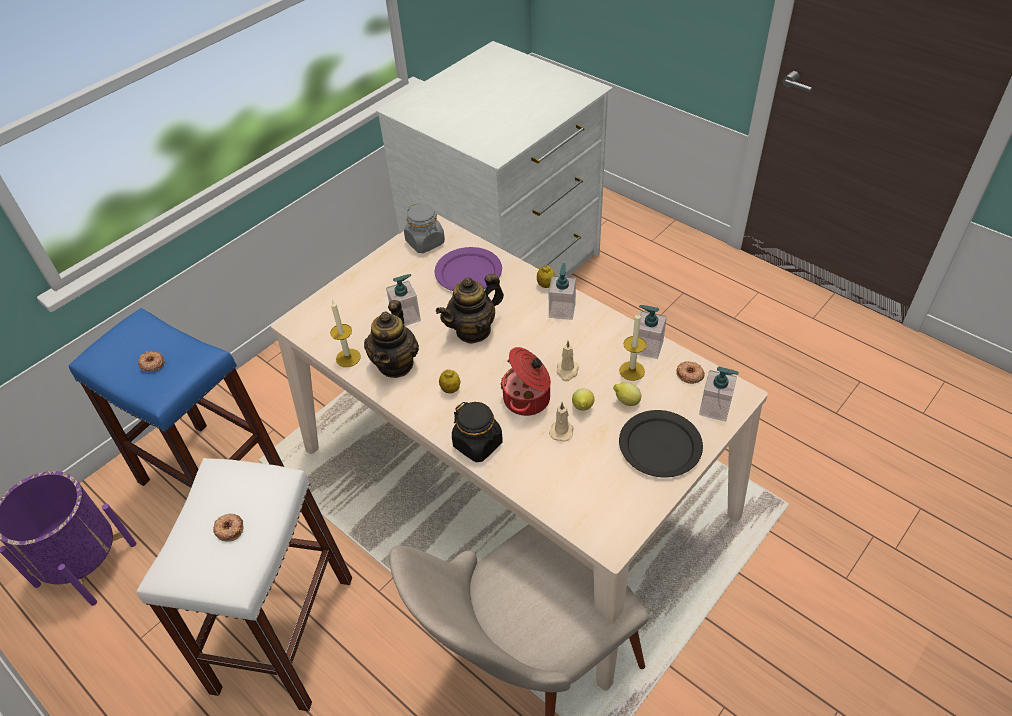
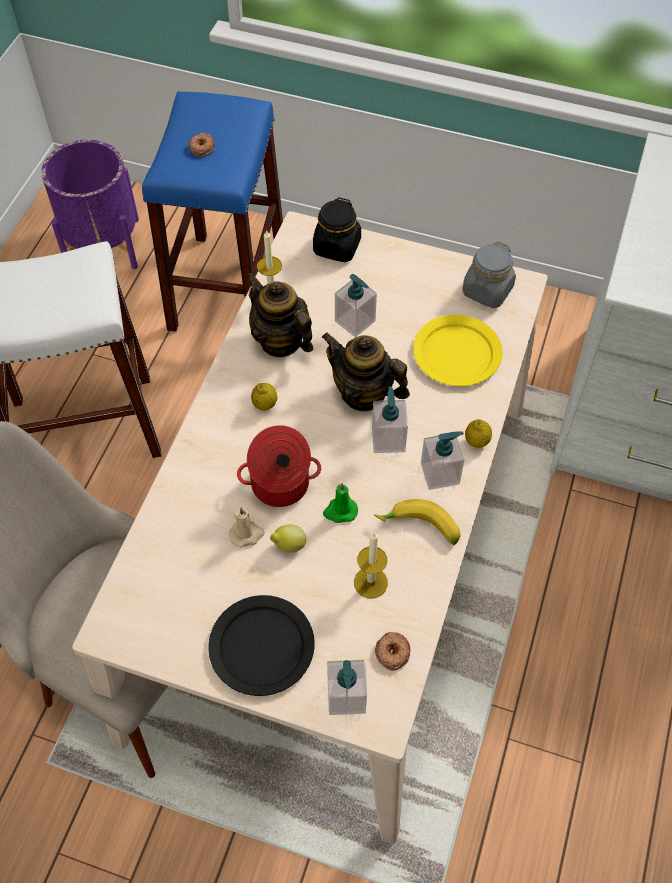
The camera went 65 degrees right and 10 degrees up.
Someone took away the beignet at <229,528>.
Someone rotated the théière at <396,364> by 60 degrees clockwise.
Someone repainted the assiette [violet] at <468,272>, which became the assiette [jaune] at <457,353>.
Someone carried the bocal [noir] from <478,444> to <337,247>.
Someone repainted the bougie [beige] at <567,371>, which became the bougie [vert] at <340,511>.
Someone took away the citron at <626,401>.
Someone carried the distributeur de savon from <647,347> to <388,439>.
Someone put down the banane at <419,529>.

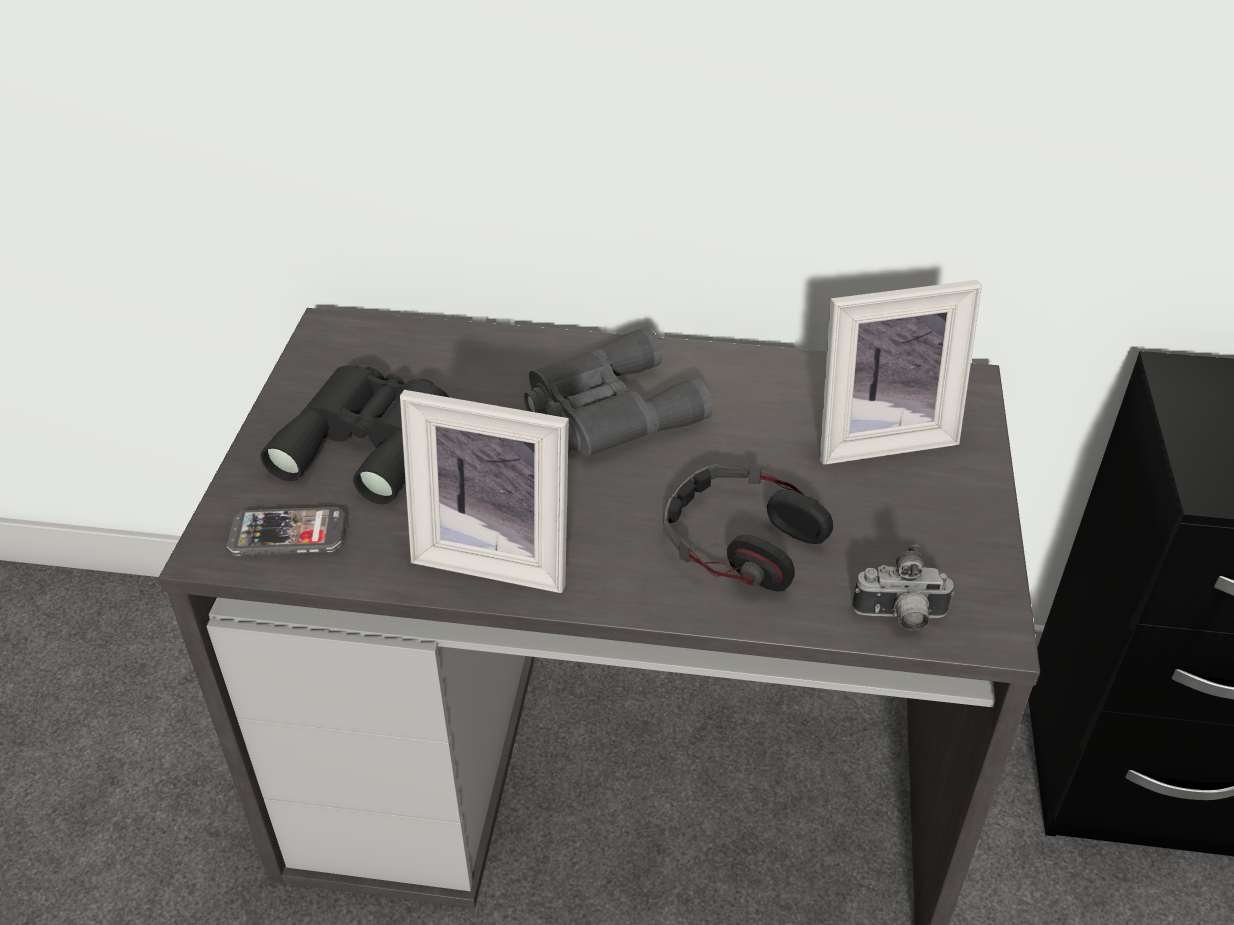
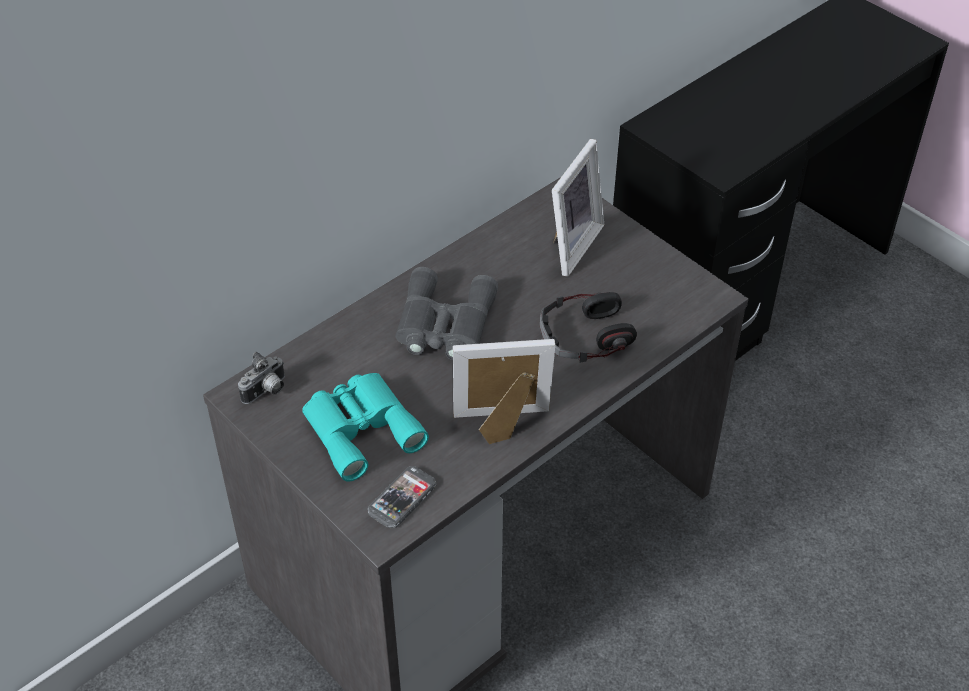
The camera went 50 degrees left and 5 degrees up.
Someone repainted the jumelles [noir] at <370,439>, which became the jumelles [turquoise] at <361,428>.
Someone rotated the cadre photo at <497,554> by 150 degrees counterclockwise.
Someone carried the appareil photo from <900,618> to <267,392>.

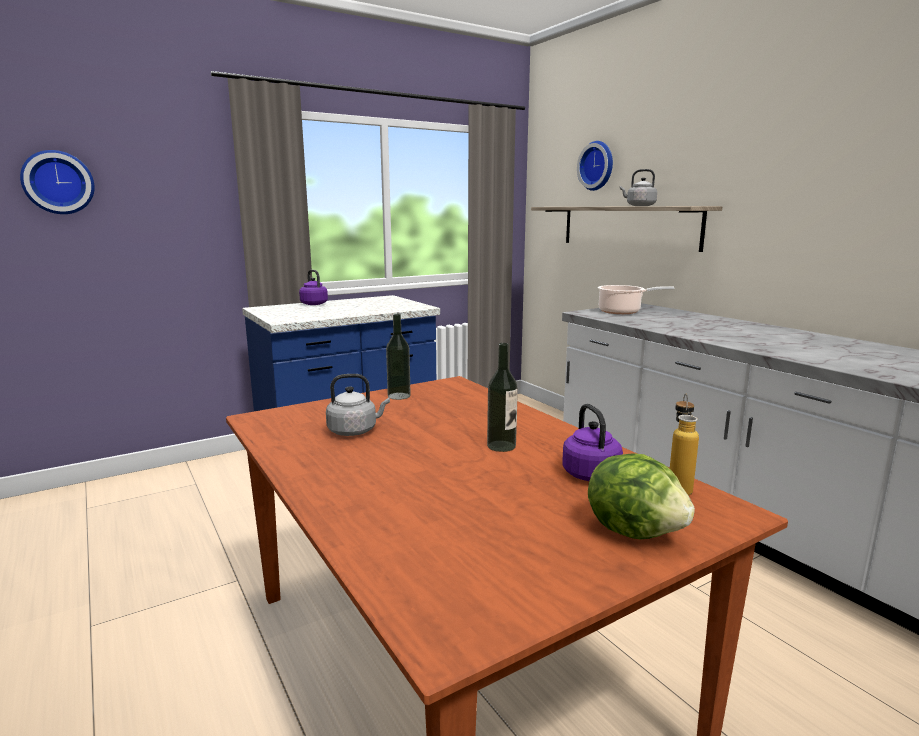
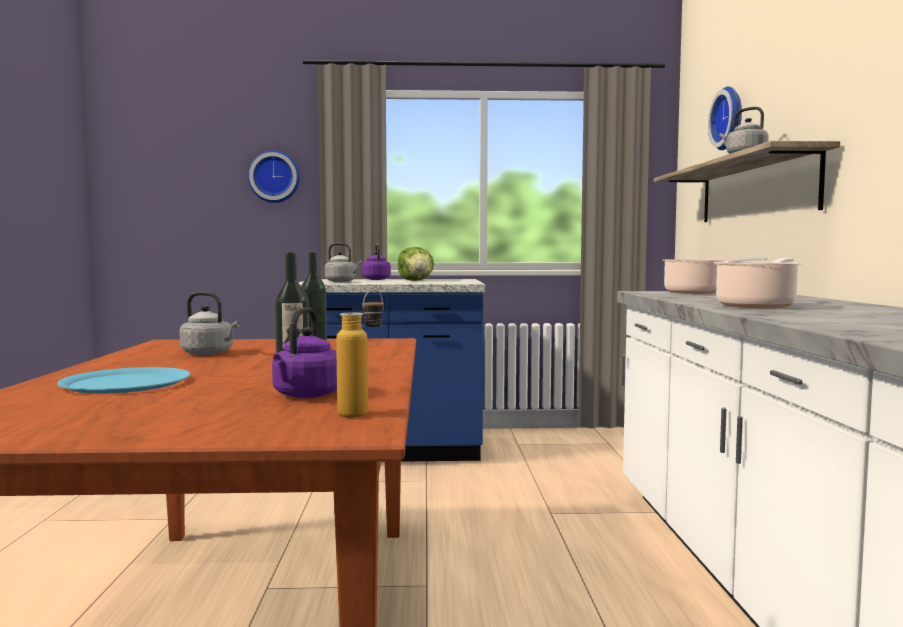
The camera went 30 degrees right and 10 degrees down.
Someone carried the horloge murale from <58,182> to <275,177>.
Someone carried the laitue from <635,530> to <416,281>.
Someone put down the assiette [bleu] at <126,383>.
Someone put down the bouilloire [gris] at <342,281>.
Someone put down the marmite at <757,306>.

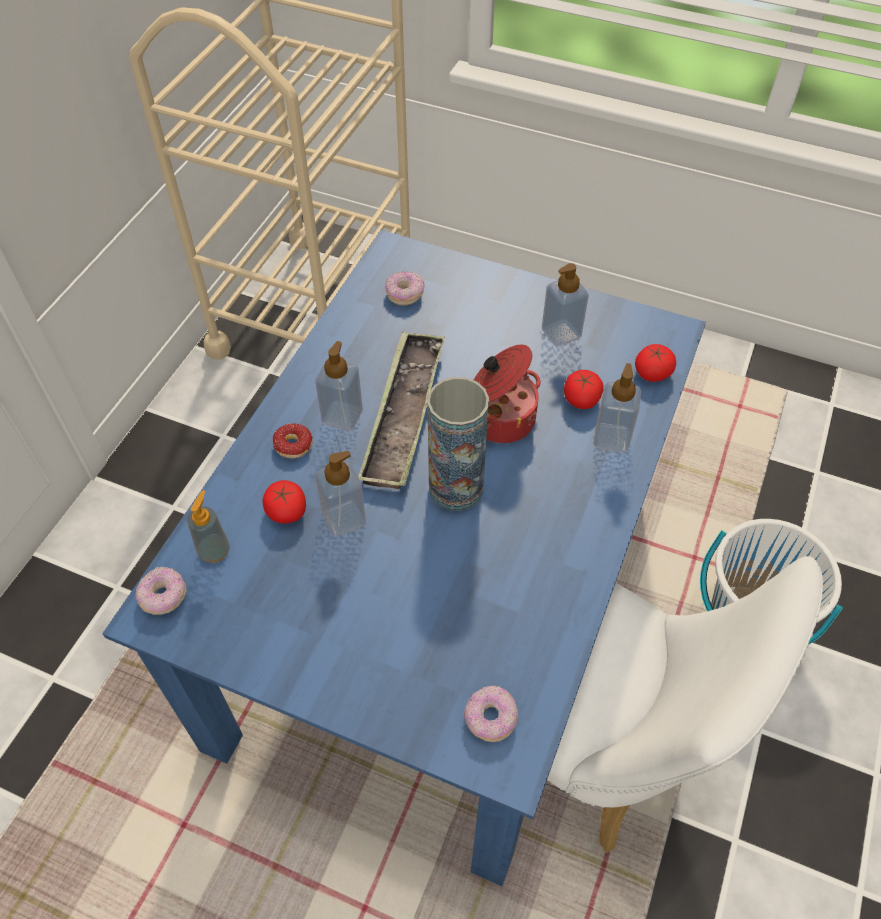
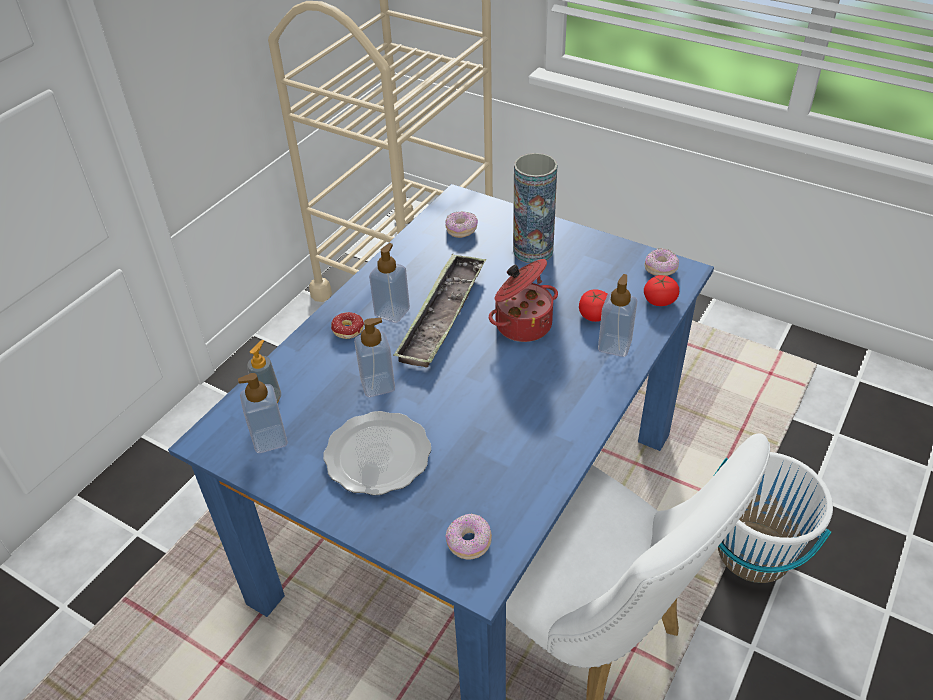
The camera went 10 degrees right and 10 degrees down.
Someone carried the beignet from <164,596> to <660,269>.
Someone took away the tomate at <286,511>.
Someone carried the vase from <456,487> to <533,251>.
Someone carried the distributeur de savon from <561,333> to <270,439>.
Someone put down the assiette at <379,455>.

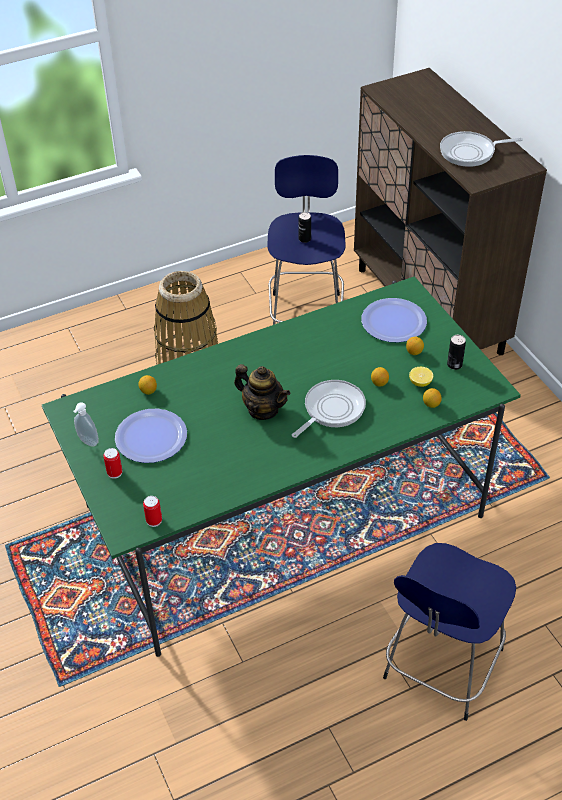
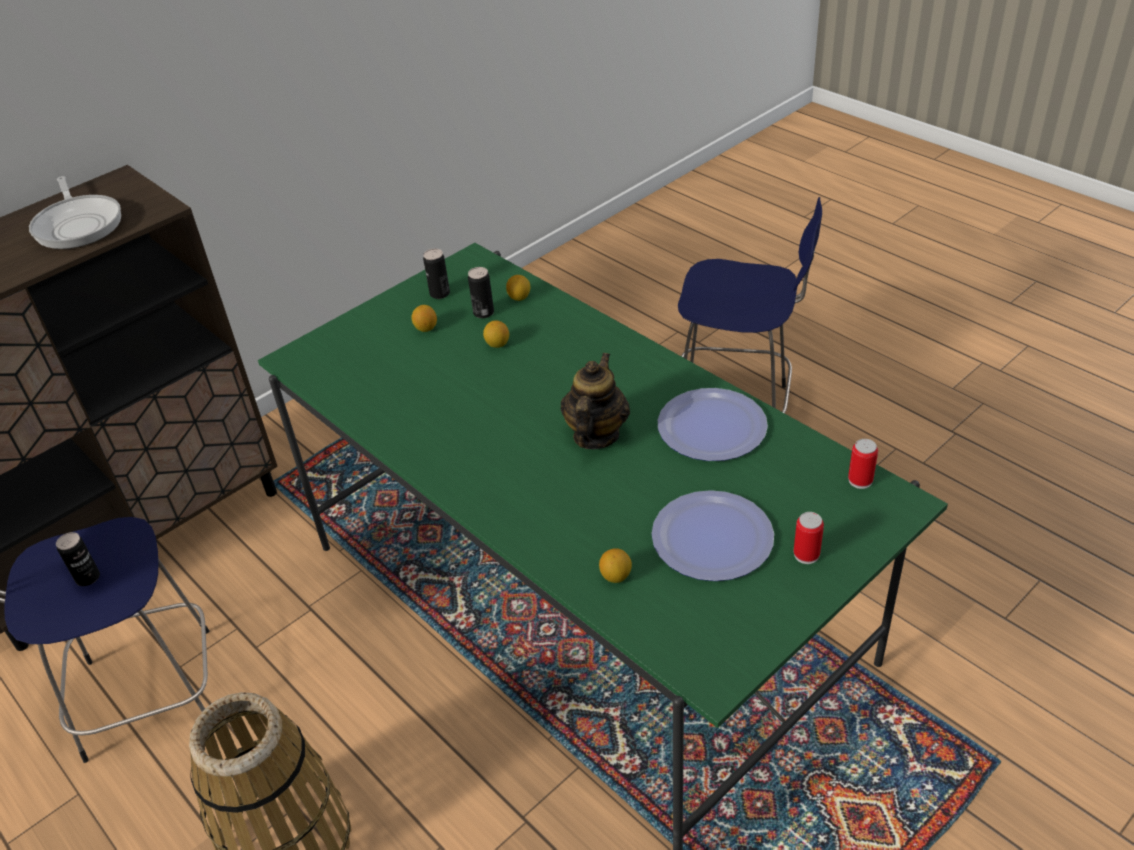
The camera went 105 degrees left and 5 degrees down.
Someone took away the distributeur de savon at <87,442>.
Someone took away the poêle at <331,409>.
Someone carried the assiette from <393,322> to <712,427>.
Someone swapped the citron at <420,383> for the boîte métallique at <483,313>.

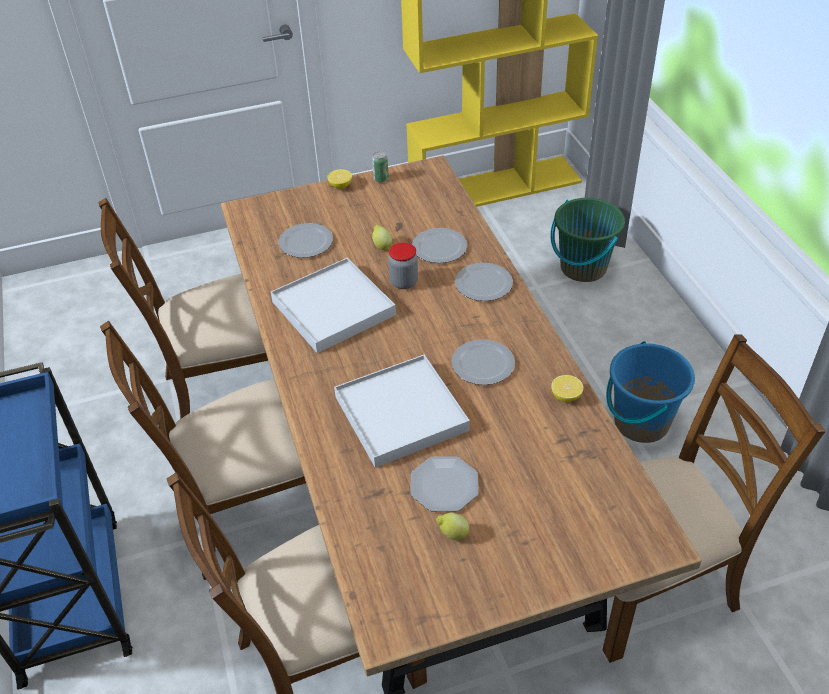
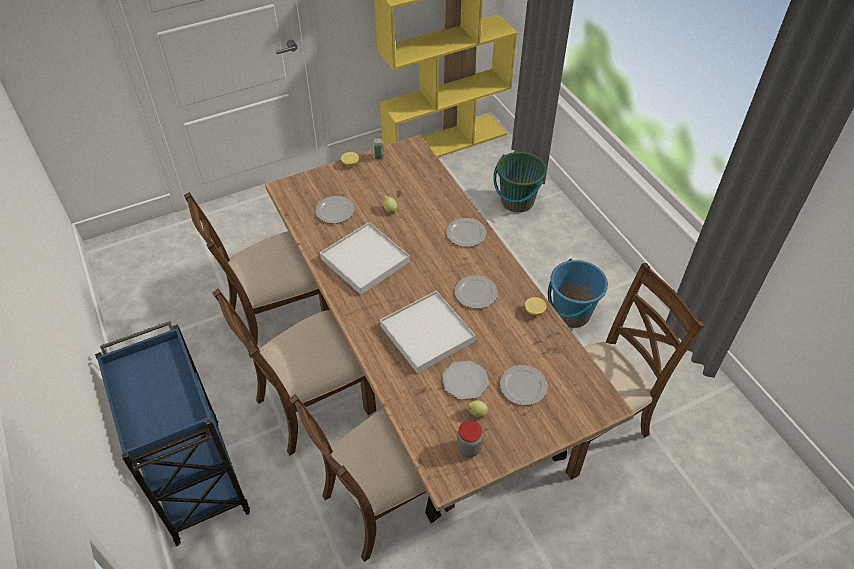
The camera went 10 degrees left and 5 degrees up.
Someone carried the bocal from <404,282> to <468,448>.
Someone carried the assiette from <439,247> to <522,385>.

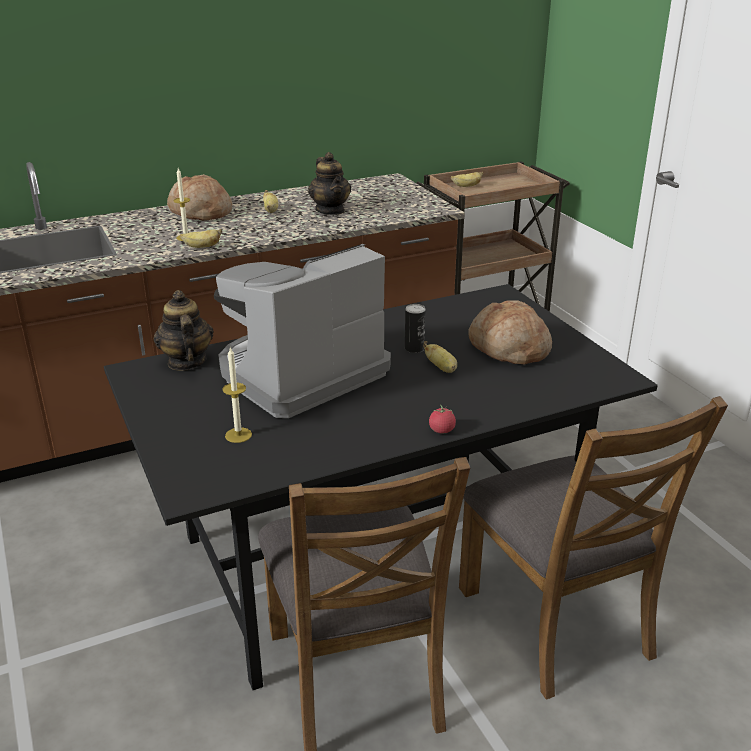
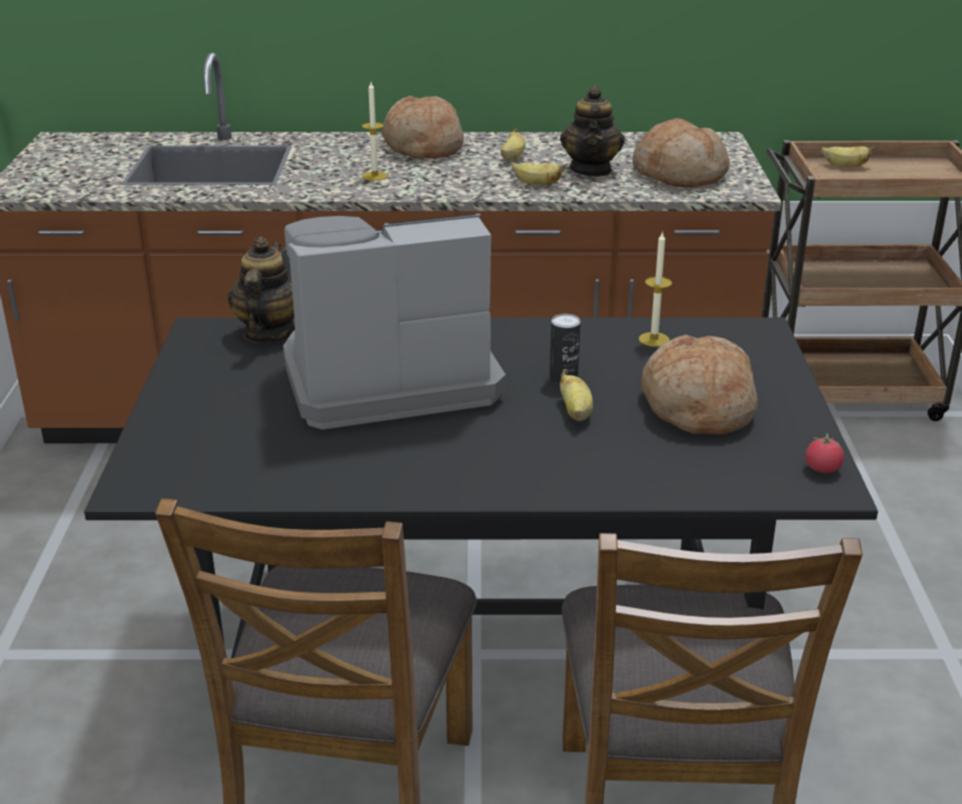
The camera went 25 degrees right and 0 degrees up.
Someone carried the banane from <201,247> to <536,184>.
Someone carried the bougie from <238,435> to <654,339>.
Someone carried the tomate from <441,430> to <822,469>.
Someone put down the pain at <679,174>.

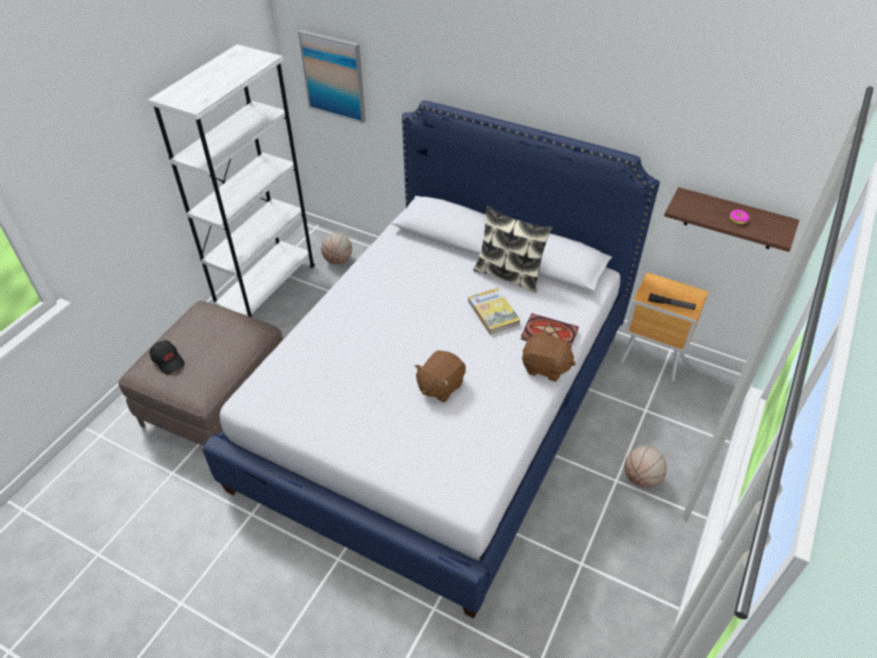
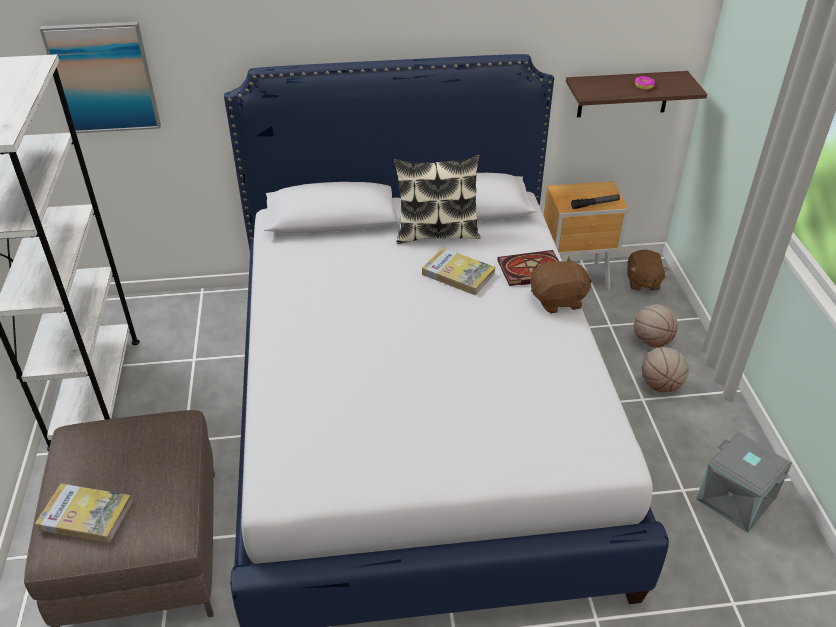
The camera went 35 degrees left and 5 degrees down.
Someone swapped the casquette [noir] at <168,361> for the livre at <86,515>.
Someone carried the ballon de basket from <338,260> to <652,341>.
Someone carried the peluche [marron] from <440,386> to <642,282>.
Someone put down the boîte de rangement [gris] at <734,499>.

